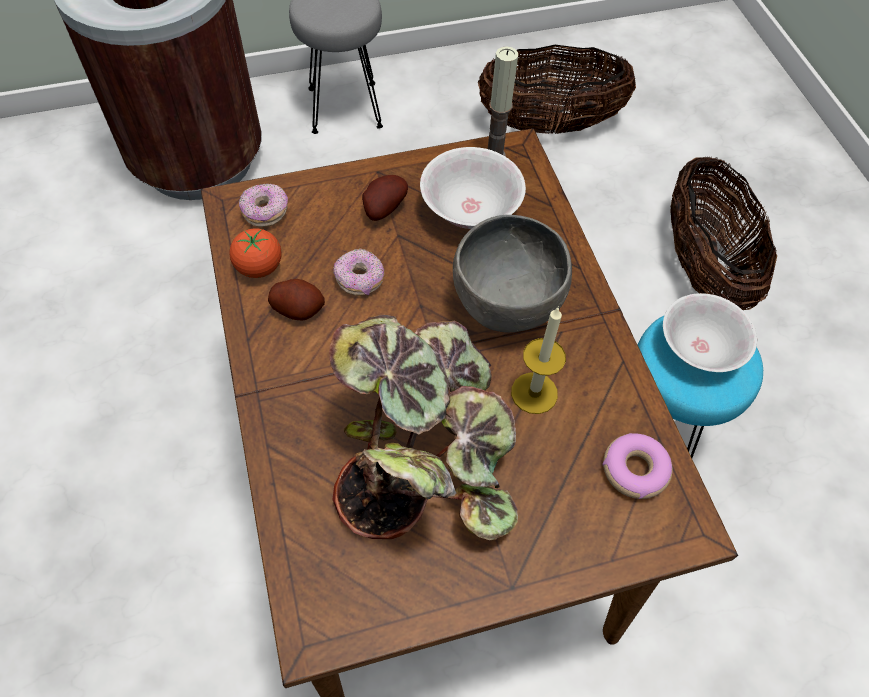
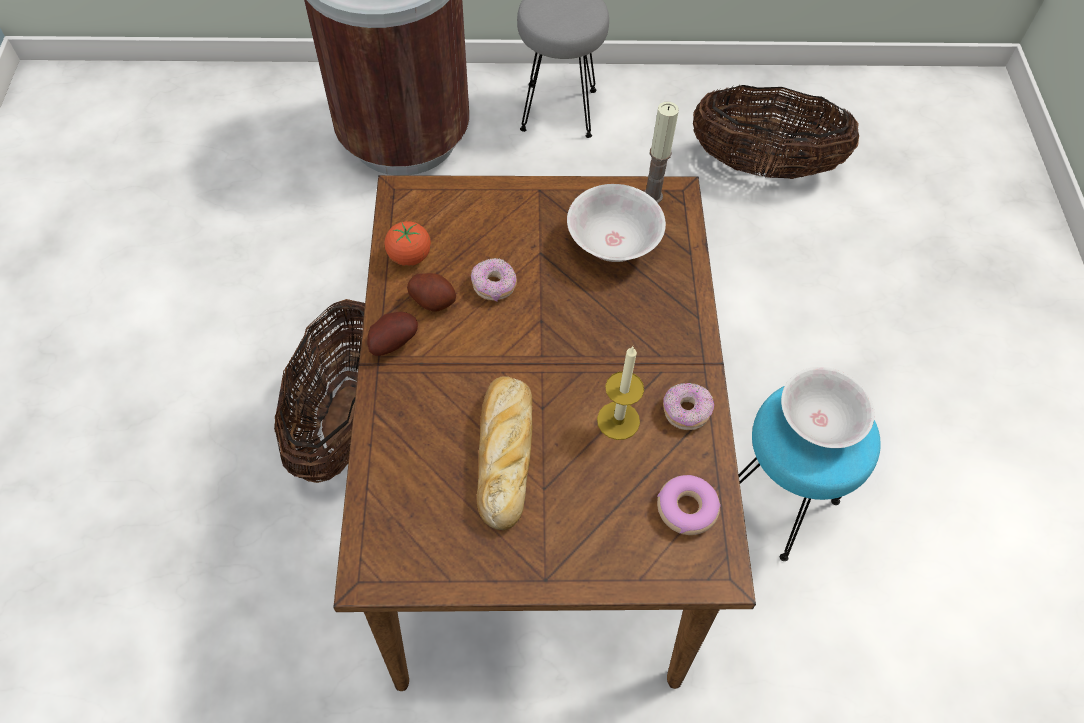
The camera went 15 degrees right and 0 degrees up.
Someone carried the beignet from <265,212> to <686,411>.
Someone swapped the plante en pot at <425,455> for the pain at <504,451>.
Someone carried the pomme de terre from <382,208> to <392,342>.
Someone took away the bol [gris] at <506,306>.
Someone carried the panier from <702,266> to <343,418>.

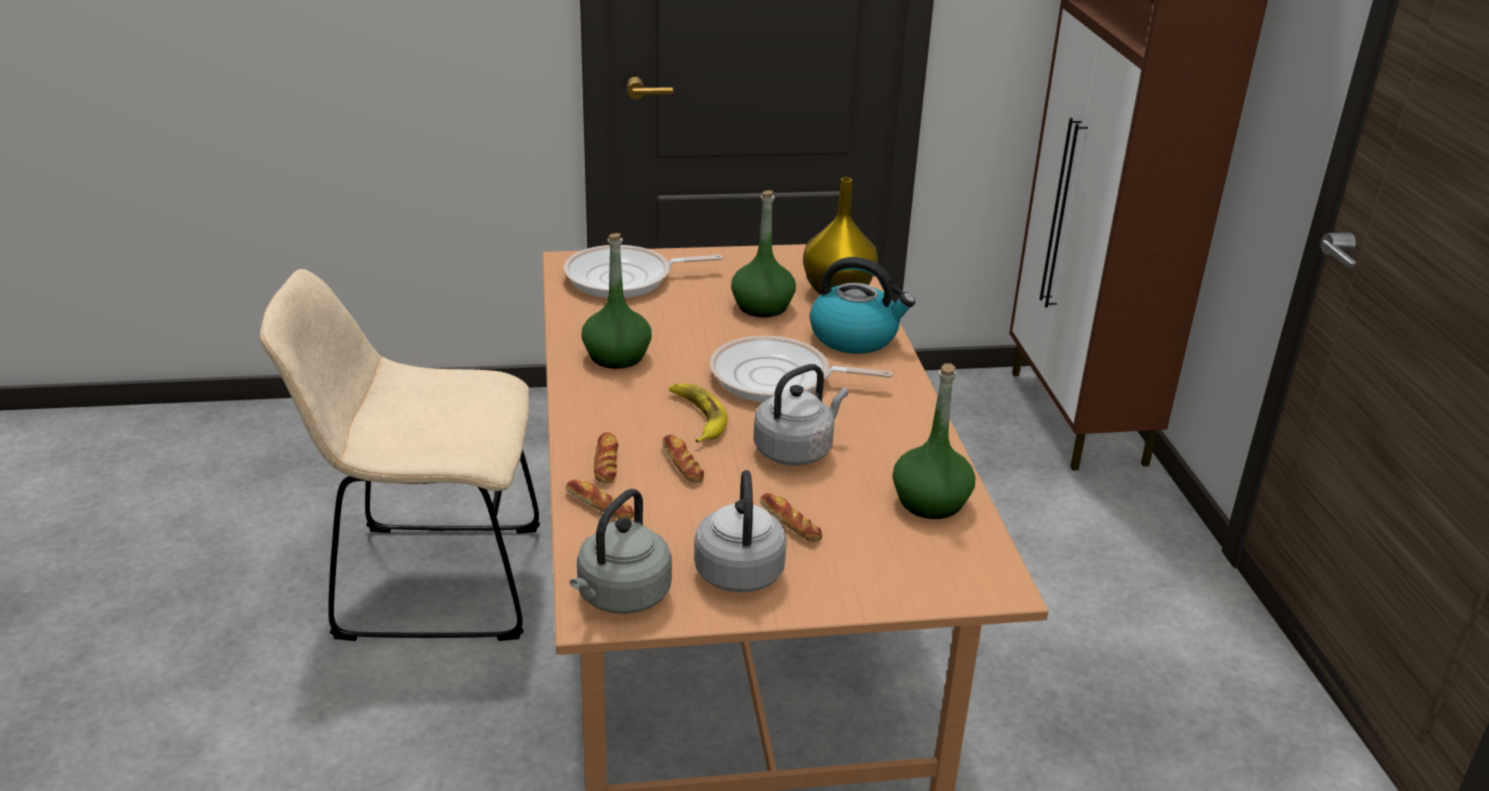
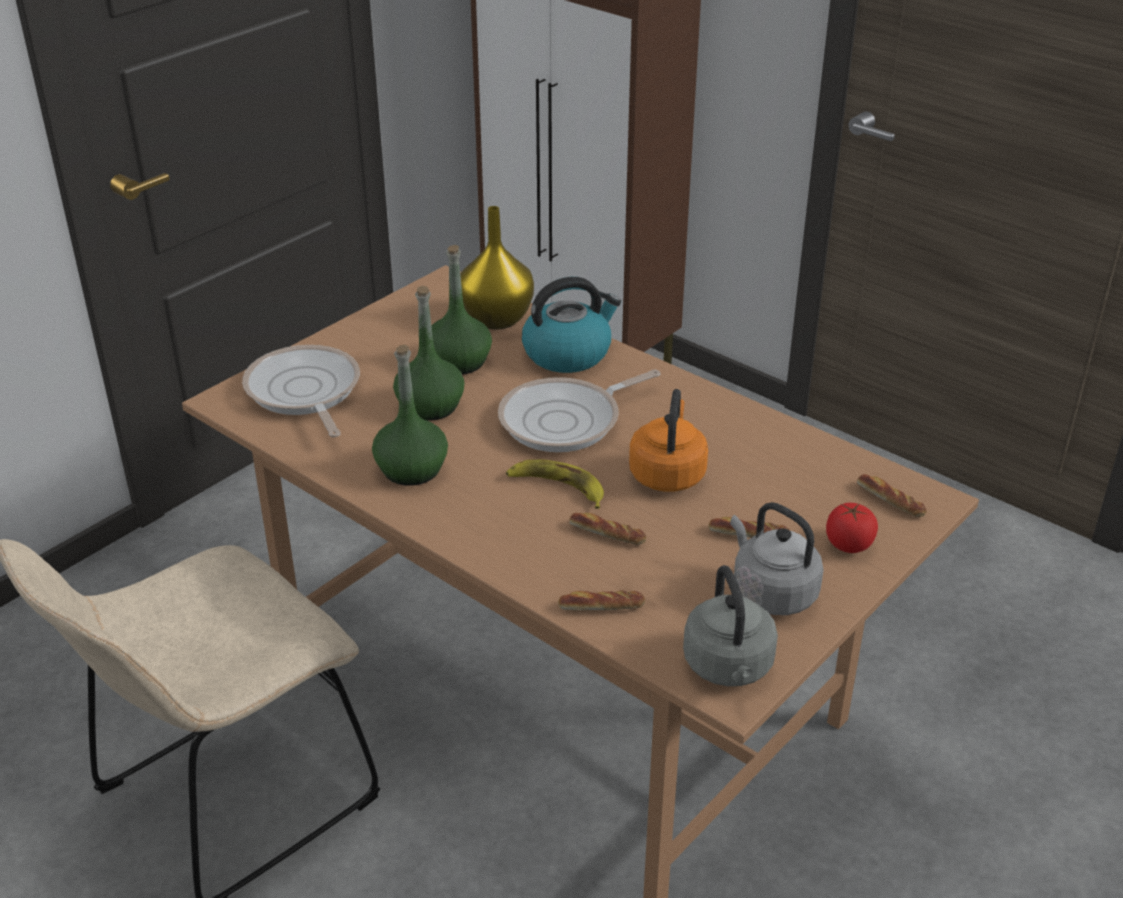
The camera went 40 degrees left and 5 degrees up.
Someone rotated the poêle at <625,279> by 120 degrees clockwise.
Someone carried the pain from <606,463> to <890,500>.
Someone repainted the bouilloire [gris] at <796,450>, which became the bouilloire [orange] at <667,473>.
Someone carried the bouteille [vert] from <930,502> to <430,406>.
Someone put down the tomate at <849,544>.

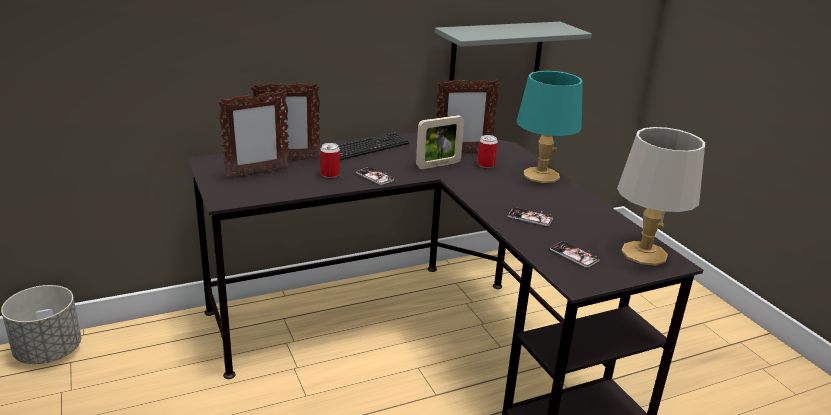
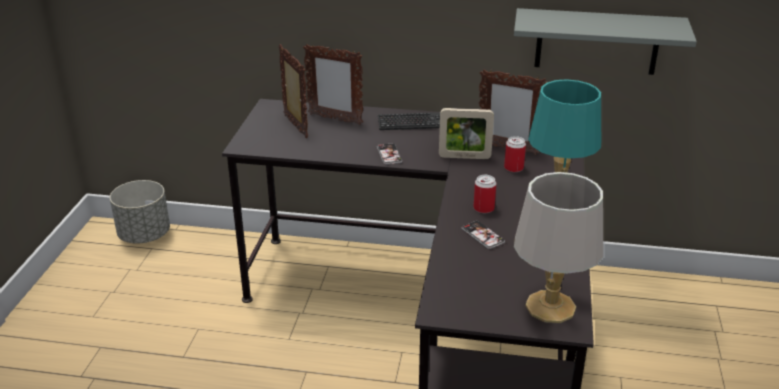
The camera went 35 degrees right and 5 degrees up.
Someone rotated the cadre photo at <257,173> by 120 degrees counterclockwise.
Someone carried the boîte métallique from <330,174> to <483,208>.
Someone took away the téléphone at <574,255>.

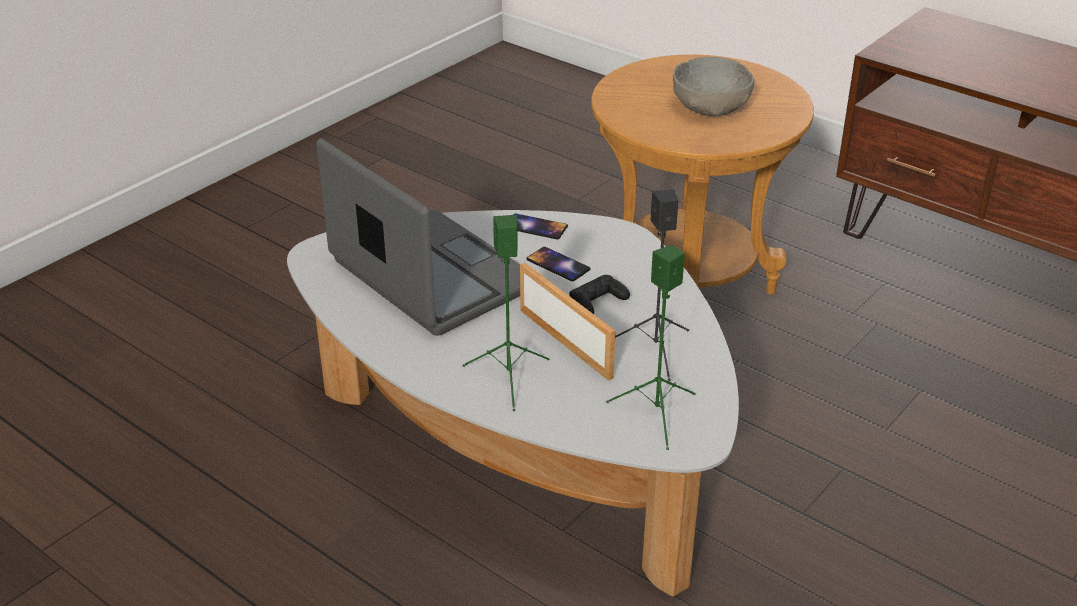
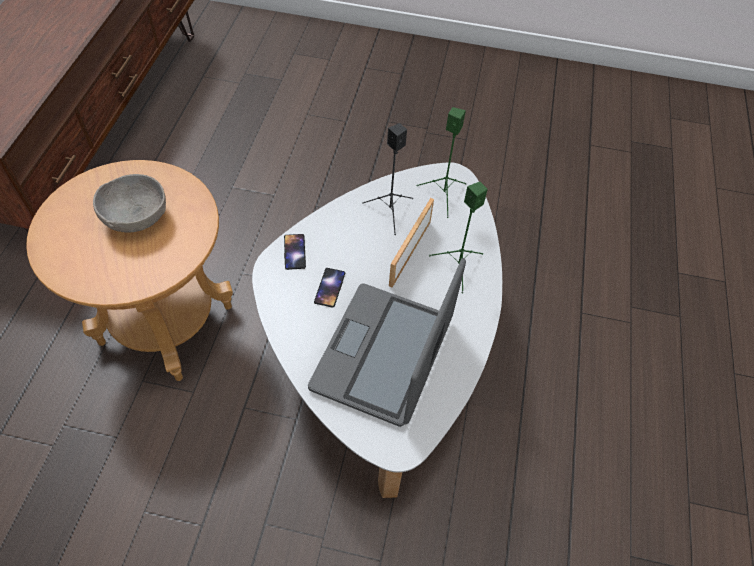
The camera went 120 degrees left and 20 degrees up.
Someone carried the téléphone from <536,227> to <294,252>.
Someone took away the manette [noir] at <597,302>.

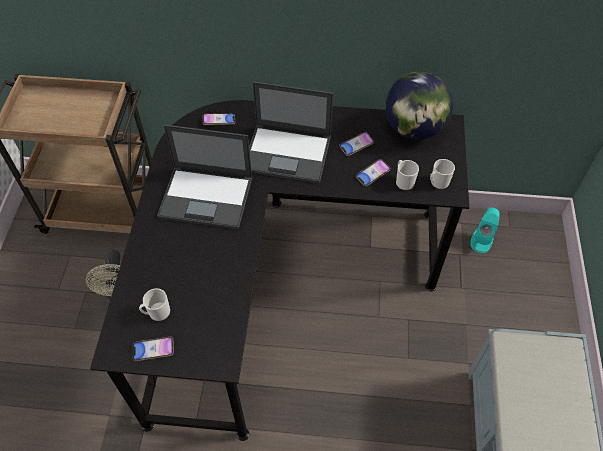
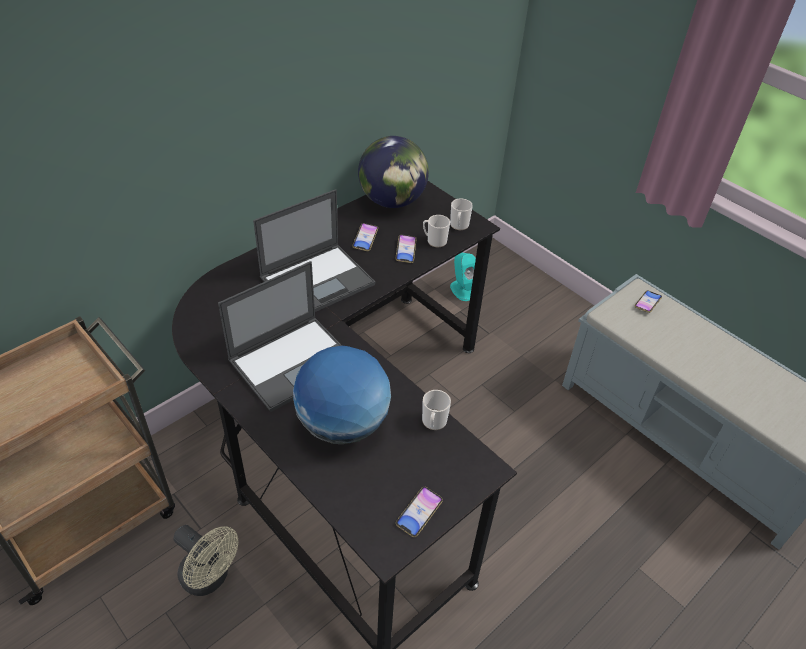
The camera went 50 degrees left and 10 degrees down.
Someone carried the mug from <157,312> to <433,423>.
Someone carried the téléphone from <219,121> to <647,303>.
Someone put down the globe at <342,424>.

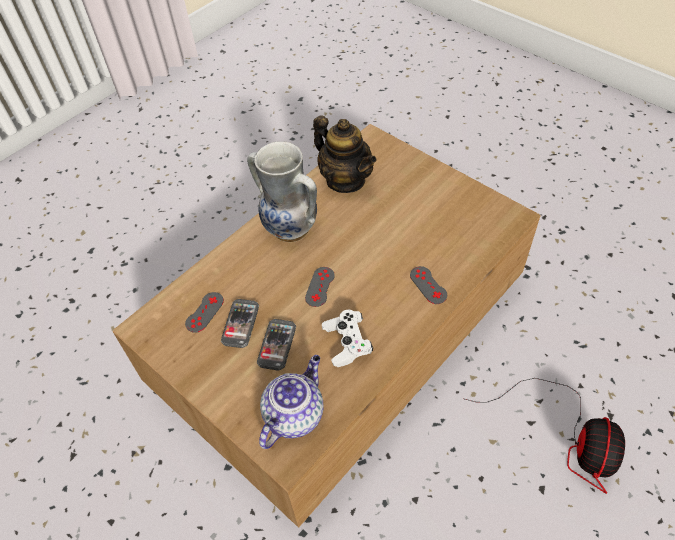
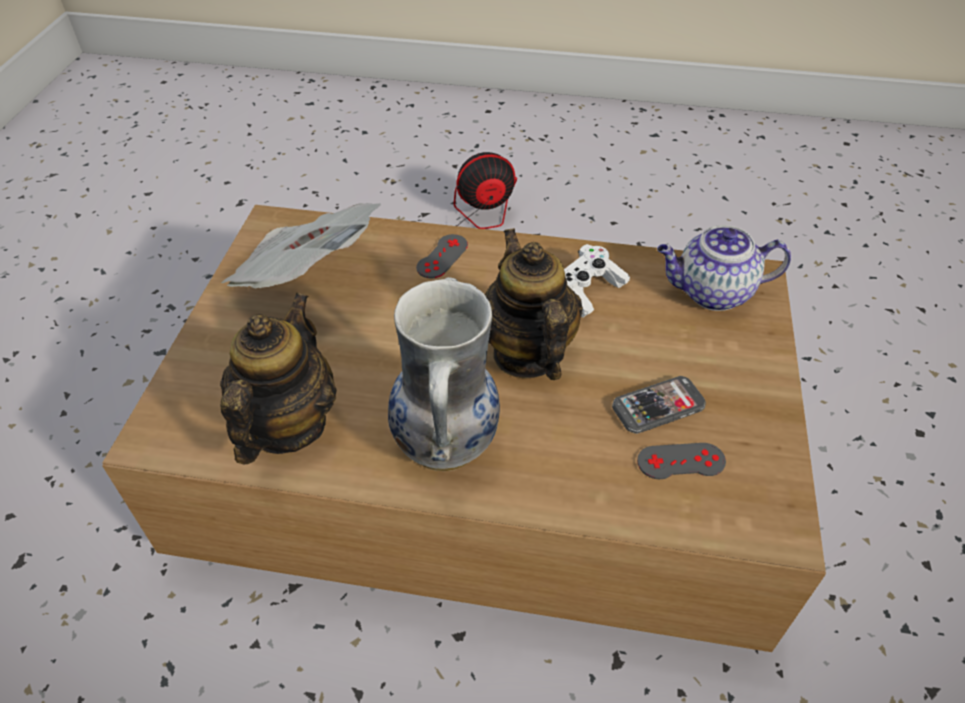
The camera went 125 degrees left and 5 degrees down.
Someone took away the téléphone at <277,345>.
Someone swapped the manette [gris] at <320,286> for the théière at <526,353>.
Someone put down the journal at <306,277>.

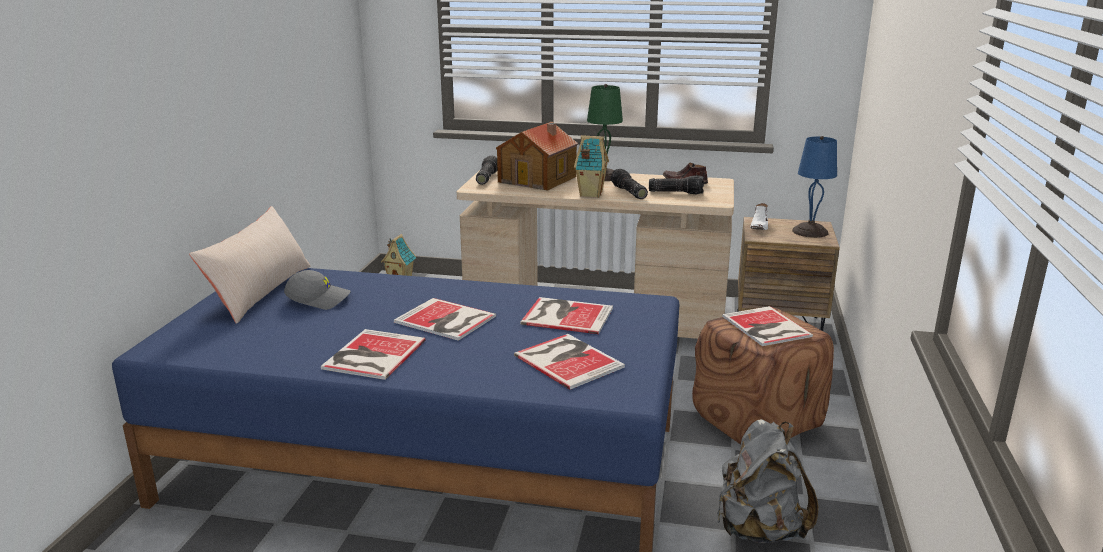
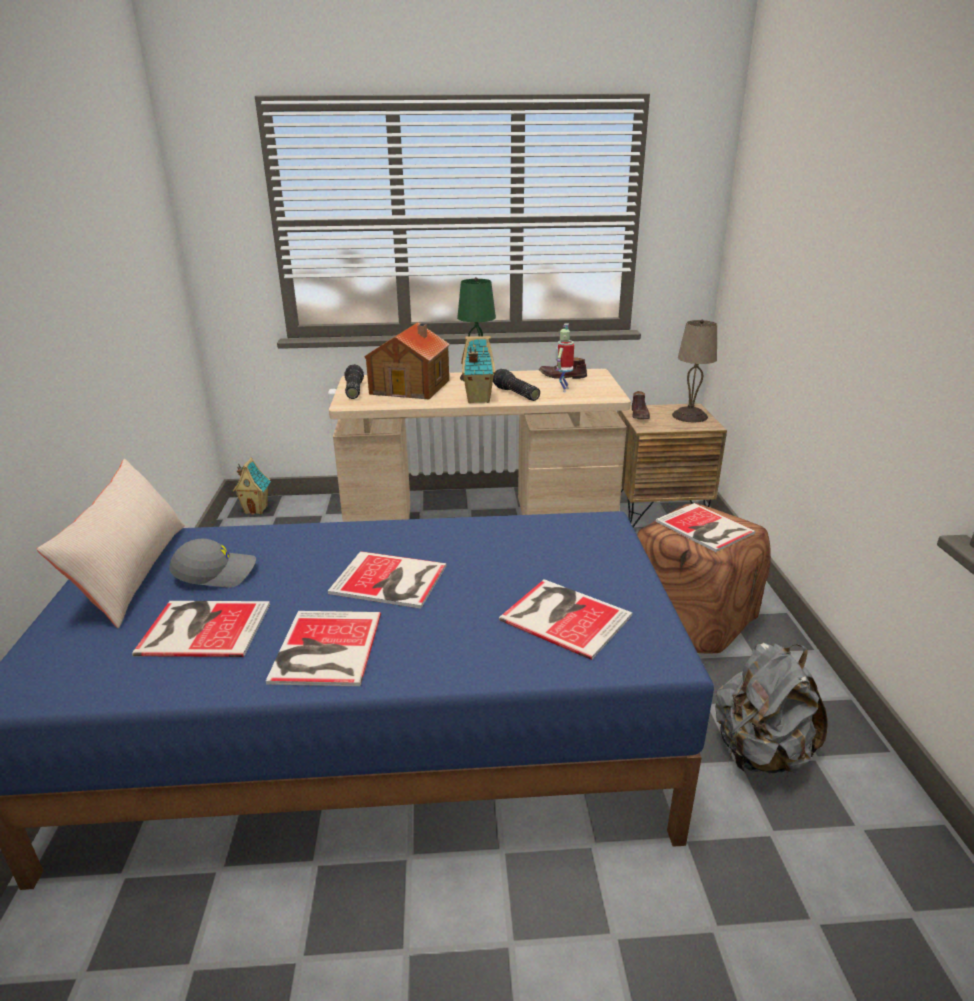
The camera went 15 degrees left and 5 degrees up.
Someone carried the livre from <565,315> to <202,627>.
Someone swapped the lampe de poche at <676,192> for the robot jouet at <563,389>.
Someone repainted the chaussure [blanc] at <759,226>, which became the chaussure [marron] at <640,415>.
Someone repainted the lampe de table [bleu] at <811,231>, which became the lampe de table [beige] at <690,416>.

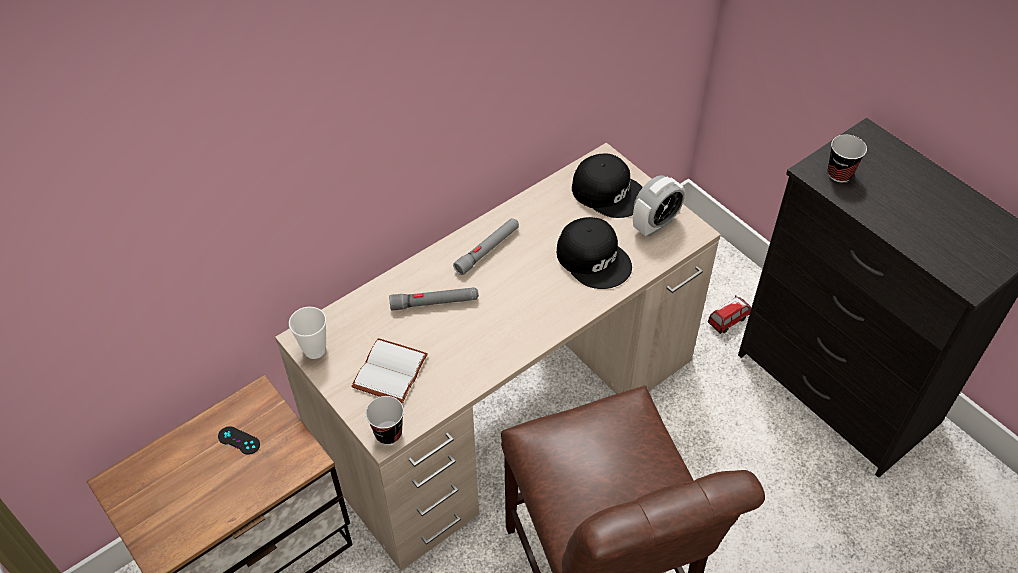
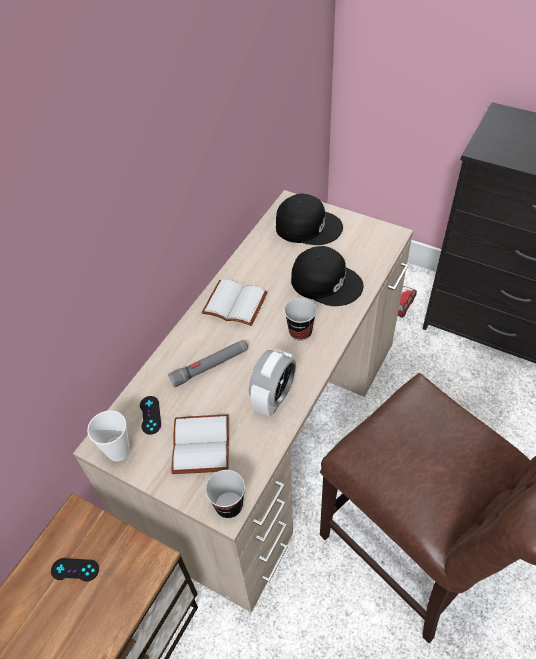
The camera went 20 degrees left and 0 degrees up.
Someone swapped the lampe de poche [gris] at <487,250> for the livre [blanc] at <233,305>.
Someone carried the réveil from <655,224> to <273,397>.
Someone carried the tasse from <839,174> to <300,332>.
Someone put down the manette [noir] at <150,415>.

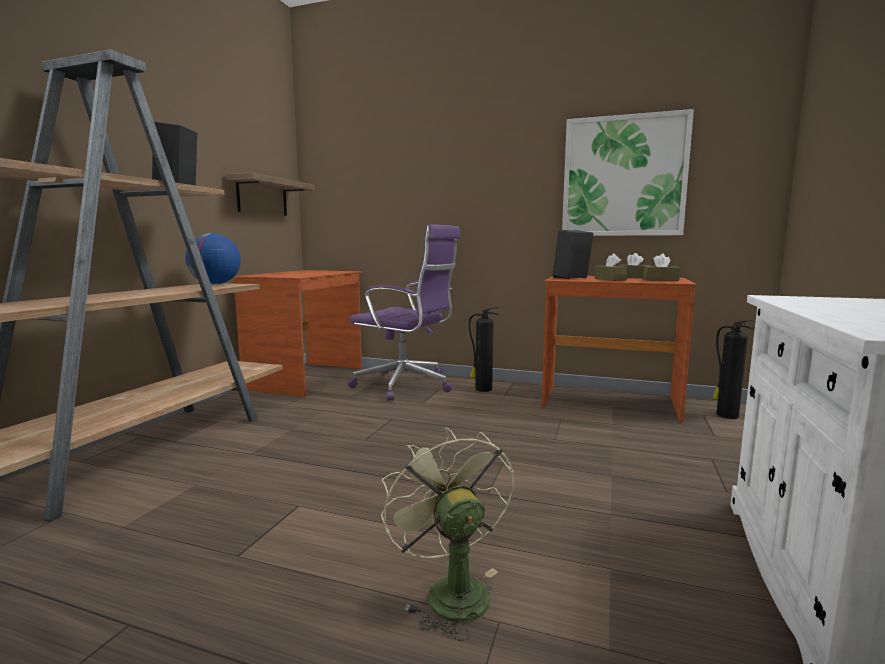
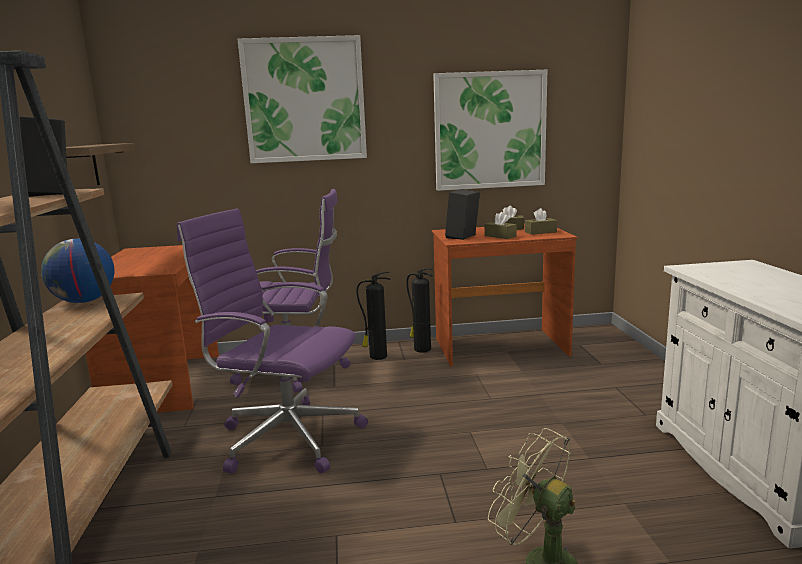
The camera went 25 degrees left and 5 degrees up.
Someone carried the extincteur from <726,415> to <421,349>.
Someone put down the chaise de bureau [violet] at <286,437>.
Someone put up the tableau at <304,100>.

